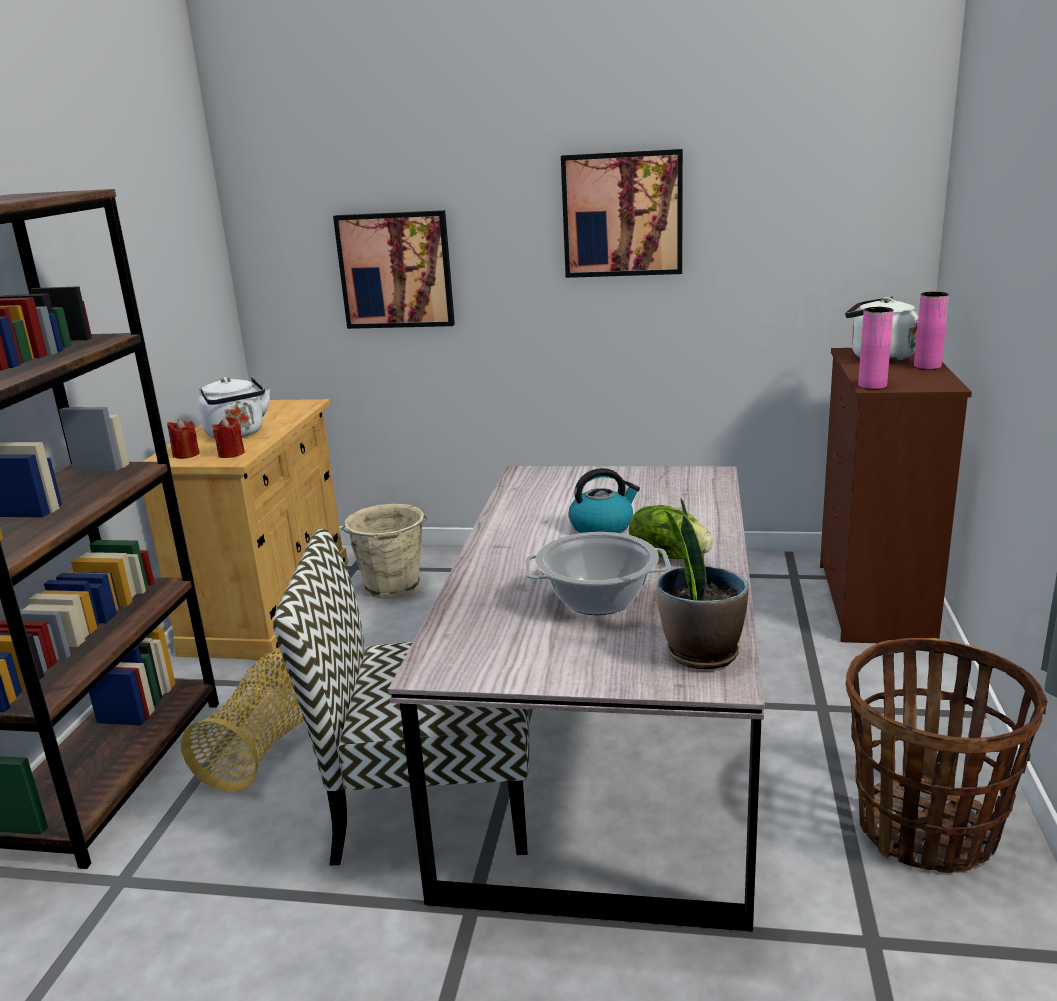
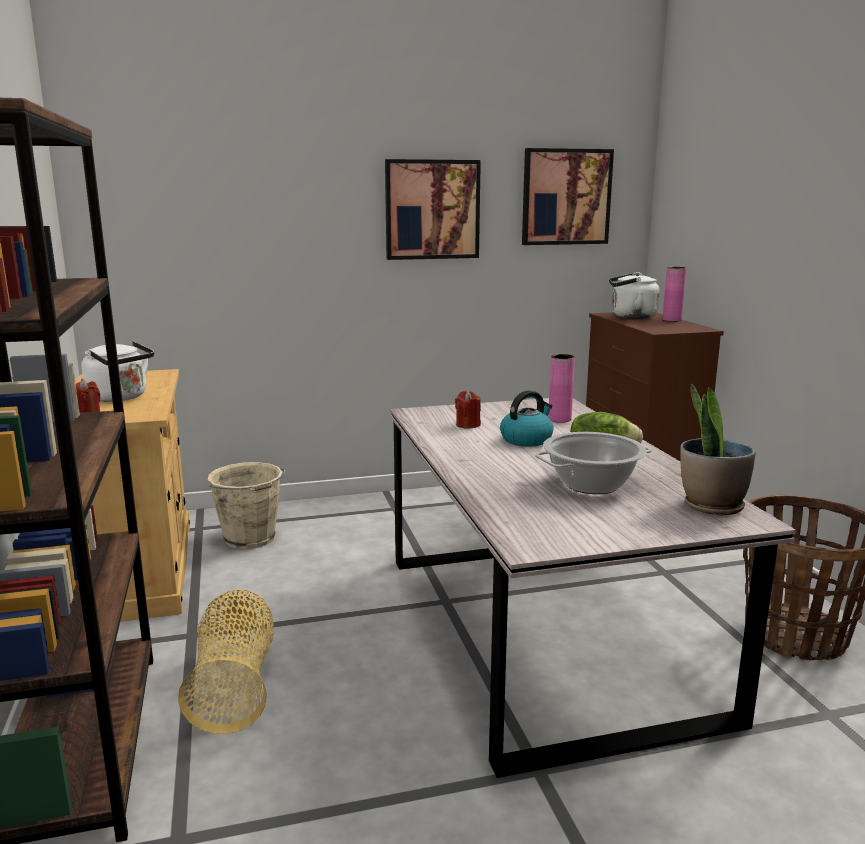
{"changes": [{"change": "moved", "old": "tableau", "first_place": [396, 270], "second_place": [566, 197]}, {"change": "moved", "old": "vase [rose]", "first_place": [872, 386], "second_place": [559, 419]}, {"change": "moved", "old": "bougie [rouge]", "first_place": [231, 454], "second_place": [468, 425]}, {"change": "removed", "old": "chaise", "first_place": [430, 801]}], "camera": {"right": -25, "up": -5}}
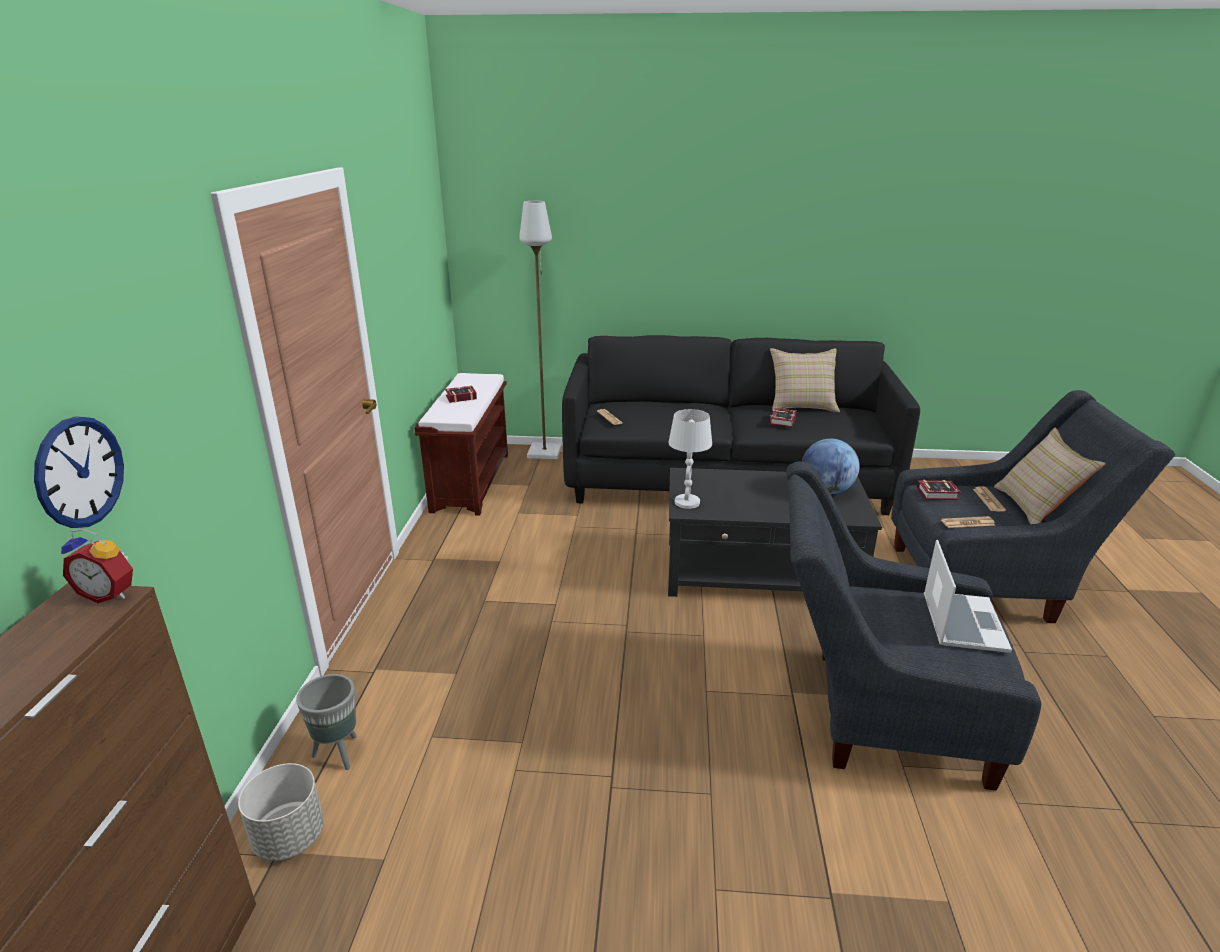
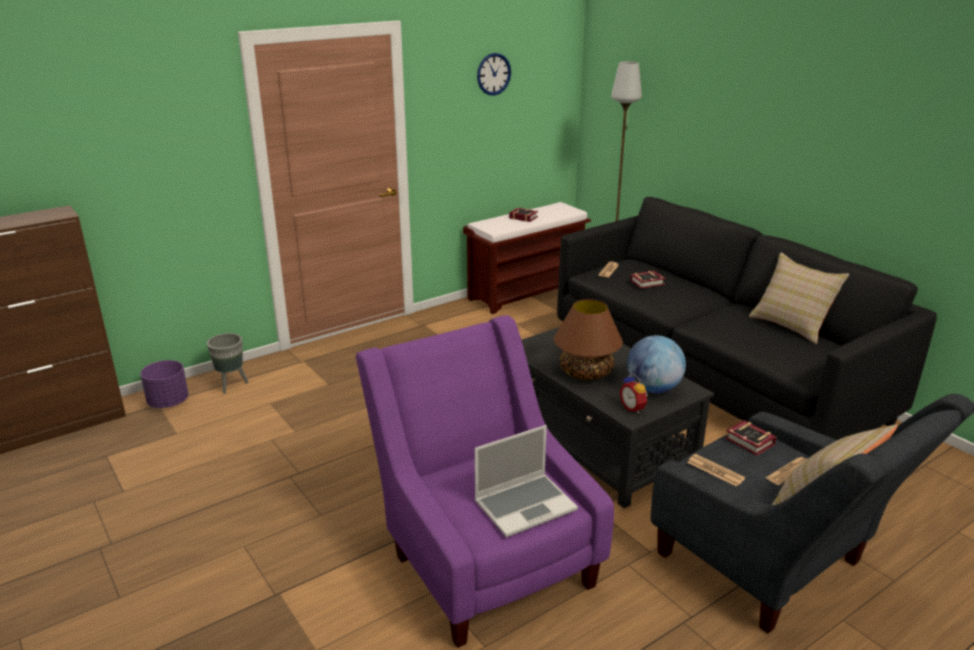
{"changes": [{"change": "moved", "old": "livre", "first_place": [784, 420], "second_place": [649, 283]}, {"change": "removed", "old": "lampe de table [blanc]", "first_place": [687, 502]}, {"change": "moved", "old": "horloge murale", "first_place": [80, 472], "second_place": [493, 74]}, {"change": "recoloured", "old": "fauteuil [gris]", "new": "fauteuil [violet]", "first_place": [874, 711], "second_place": [483, 557]}, {"change": "moved", "old": "réveil", "first_place": [110, 594], "second_place": [633, 408]}, {"change": "recoloured", "old": "cache-pot [gris]", "new": "cache-pot [violet]", "first_place": [289, 838], "second_place": [168, 403]}, {"change": "added", "new": "lampe de table [marron]", "second_place": [586, 372]}], "camera": {"right": 50, "up": 0}}
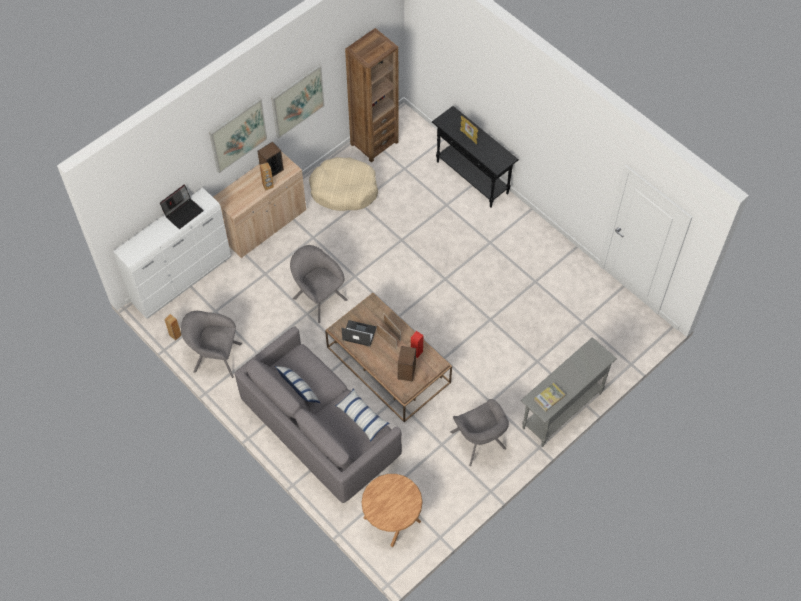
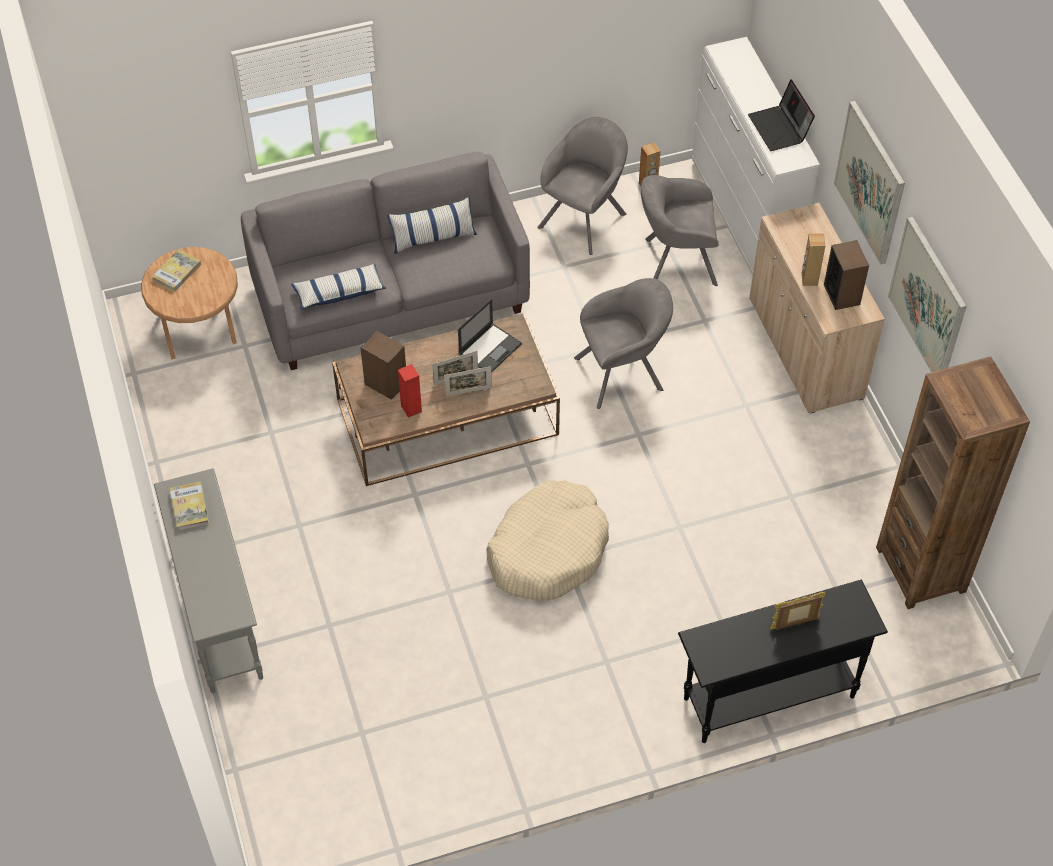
{"changes": [{"change": "moved", "old": "panier pour chien [beige]", "first_place": [344, 190], "second_place": [548, 550]}, {"change": "moved", "old": "fauteuil [gris]", "first_place": [479, 442], "second_place": [676, 261]}, {"change": "added", "new": "livre", "second_place": [177, 272]}], "camera": {"right": 115, "up": -5}}
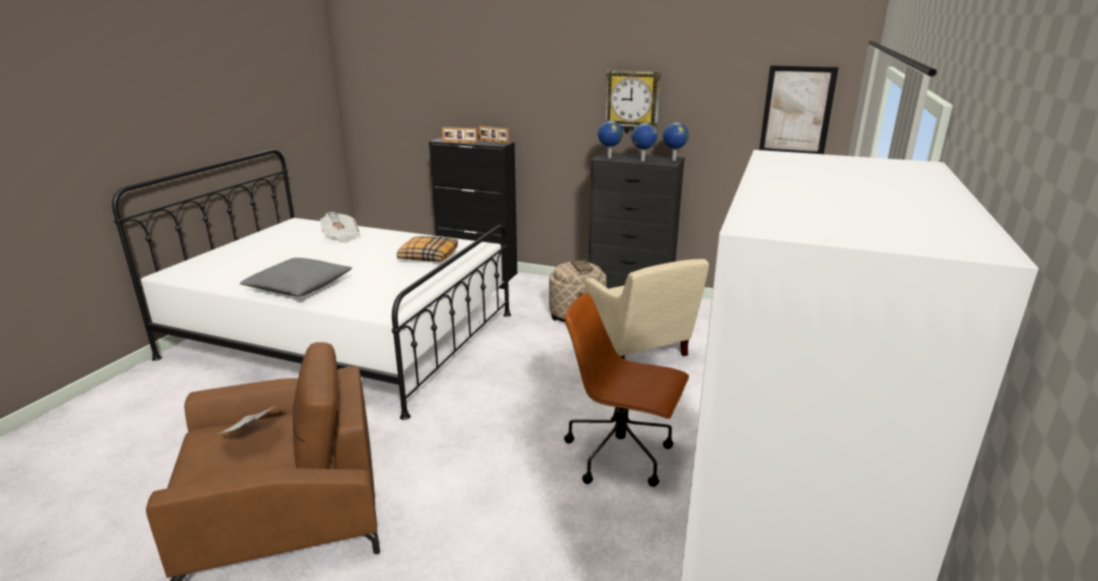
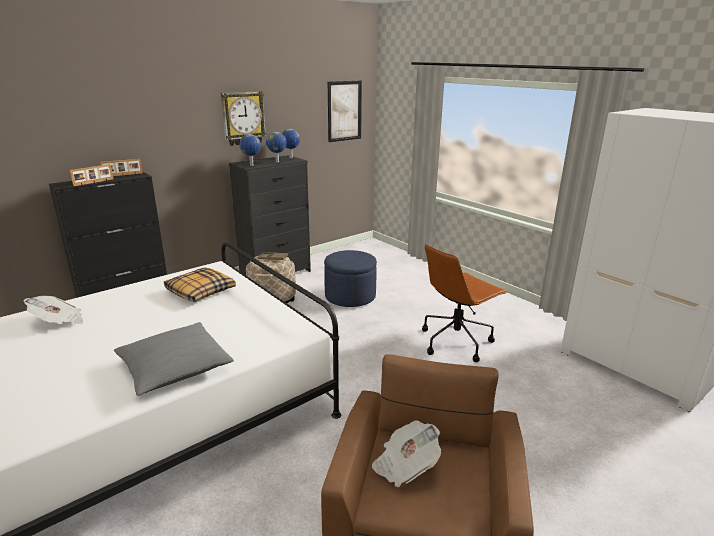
{"changes": [{"change": "replaced", "old": "fauteuil [beige]", "new": "pouf [bleu]", "first_place": [638, 352], "second_place": [350, 296]}], "camera": {"right": -60, "up": 0}}
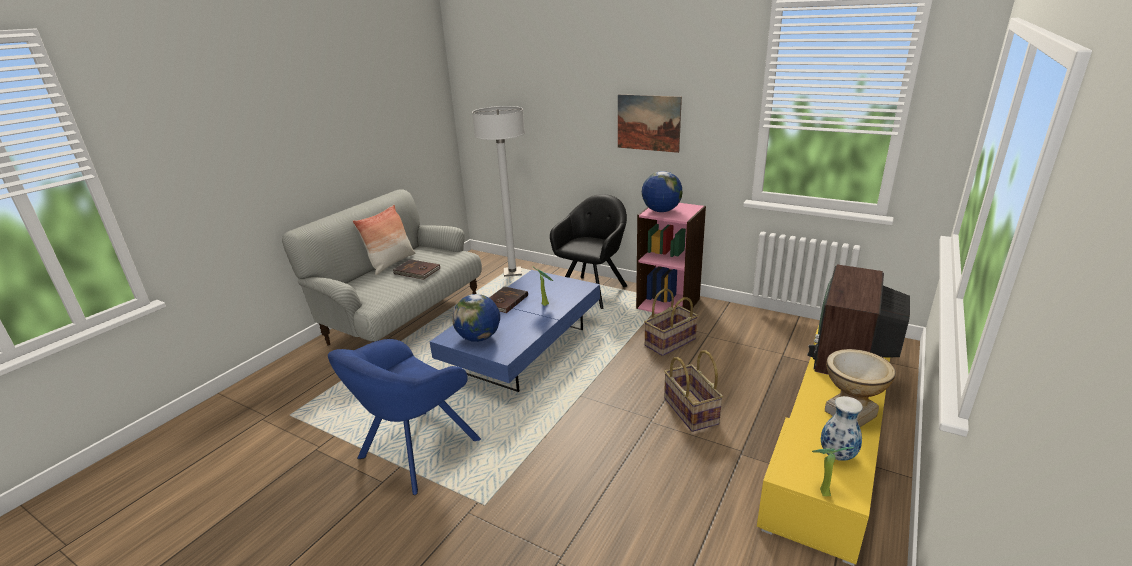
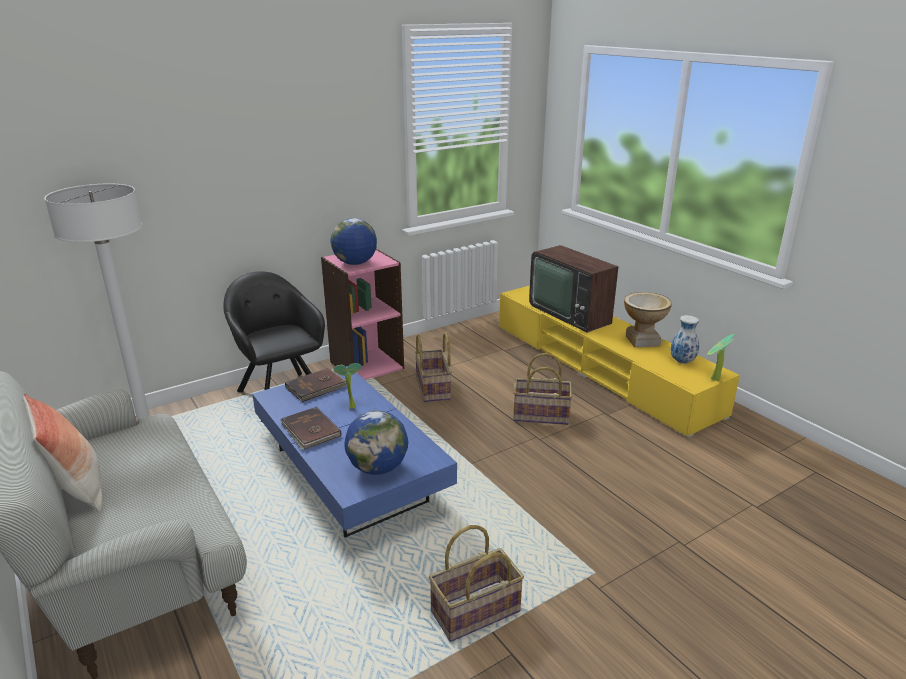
{"changes": [{"change": "removed", "old": "tableau", "first_place": [648, 123]}, {"change": "moved", "old": "livre [marron]", "first_place": [417, 271], "second_place": [316, 387]}, {"change": "replaced", "old": "fauteuil [bleu]", "new": "panier", "first_place": [414, 452], "second_place": [475, 613]}], "camera": {"right": -65, "up": 0}}
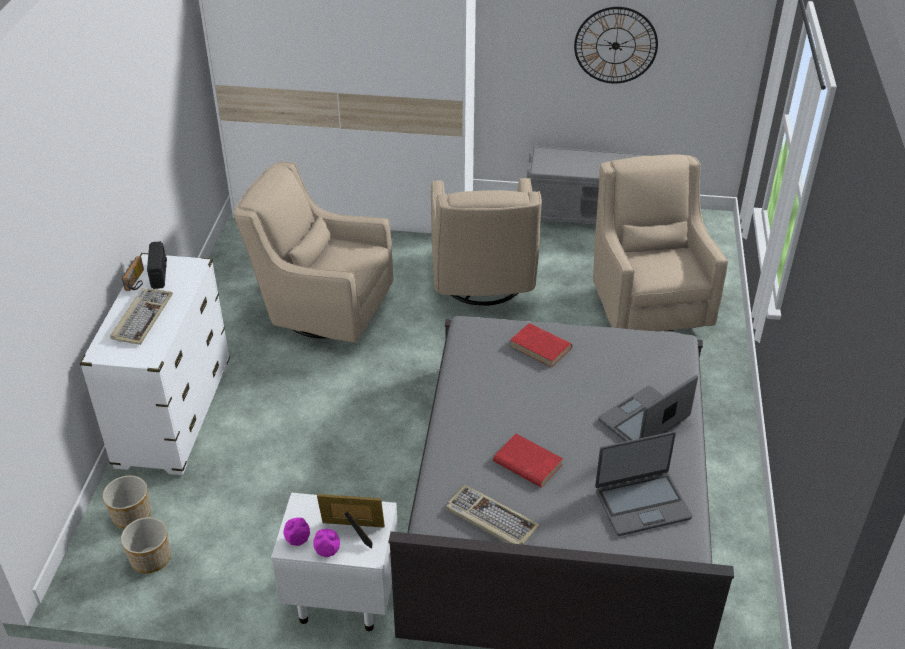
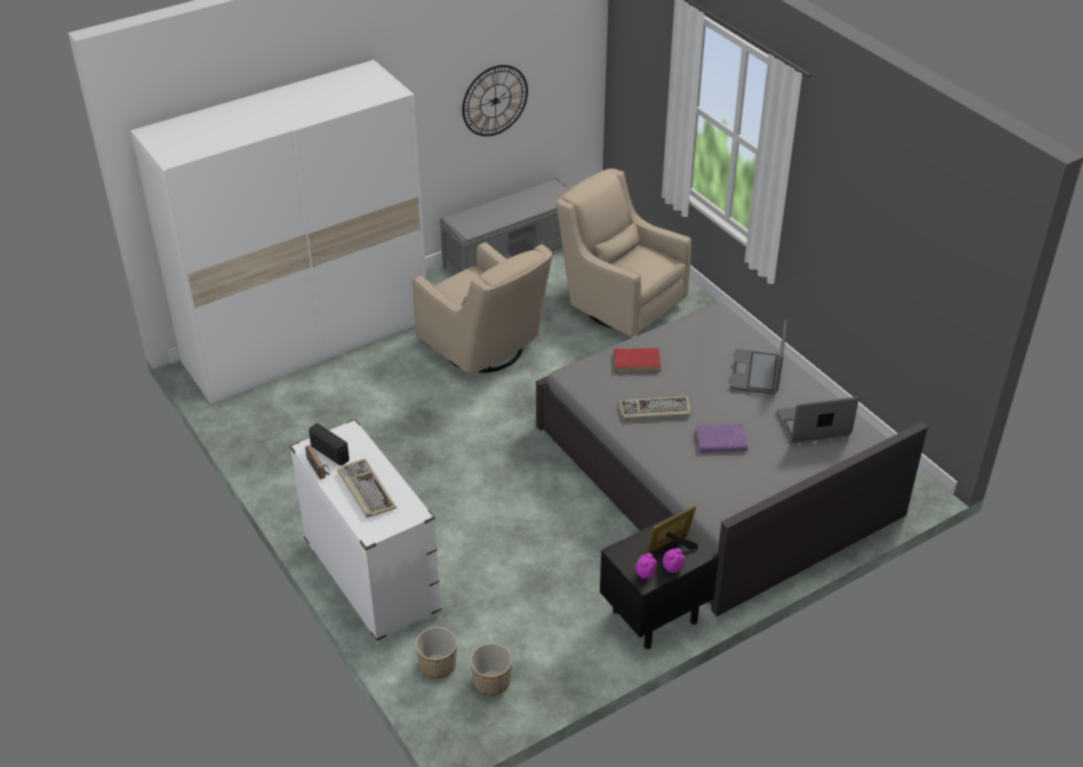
{"changes": [{"change": "removed", "old": "fauteuil [beige]", "first_place": [322, 309]}, {"change": "turned", "old": "ordinateur portable", "first_place": [642, 504], "second_place": [813, 425], "degrees": -135}, {"change": "recoloured", "old": "livre [rouge]", "new": "livre [violet]", "first_place": [527, 463], "second_place": [720, 441]}, {"change": "moved", "old": "clavier", "first_place": [490, 519], "second_place": [654, 410]}, {"change": "recoloured", "old": "table de chevet [blanc]", "new": "table de chevet [noir]", "first_place": [341, 597], "second_place": [653, 617]}], "camera": {"right": -40, "up": 0}}
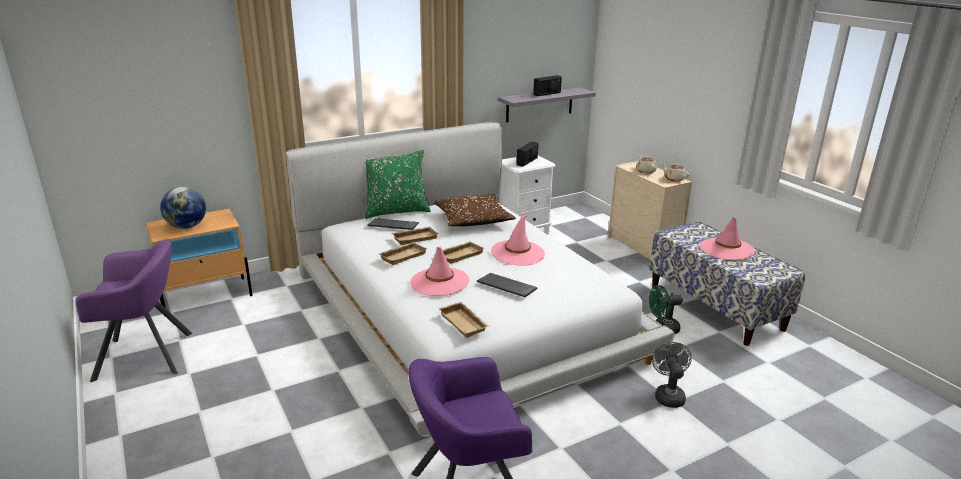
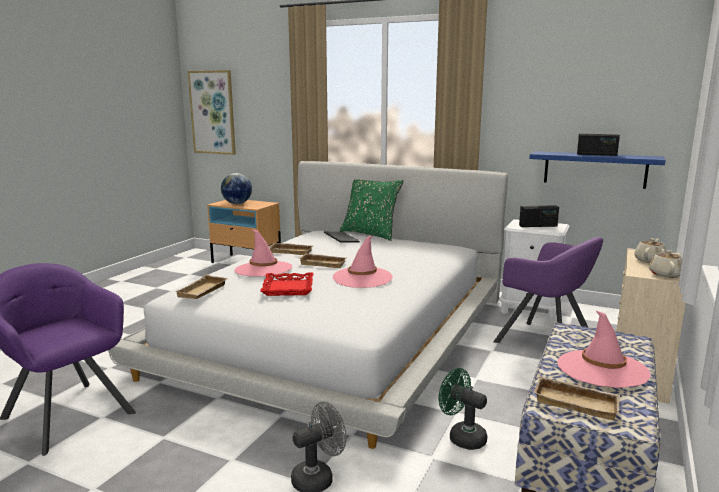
{"changes": [{"change": "recoloured", "old": "étagère [gris]", "new": "étagère [bleu]", "first_place": [539, 104], "second_place": [594, 169]}, {"change": "removed", "old": "coussin [marron]", "first_place": [472, 220]}, {"change": "moved", "old": "plateau [beige]", "first_place": [415, 238], "second_place": [577, 402]}, {"change": "moved", "old": "fauteuil [violet]", "first_place": [145, 356], "second_place": [545, 343]}, {"change": "replaced", "old": "clavier", "new": "plateau [rouge]", "first_place": [505, 286], "second_place": [287, 288]}, {"change": "added", "new": "tableau", "second_place": [212, 112]}], "camera": {"right": 55, "up": -10}}
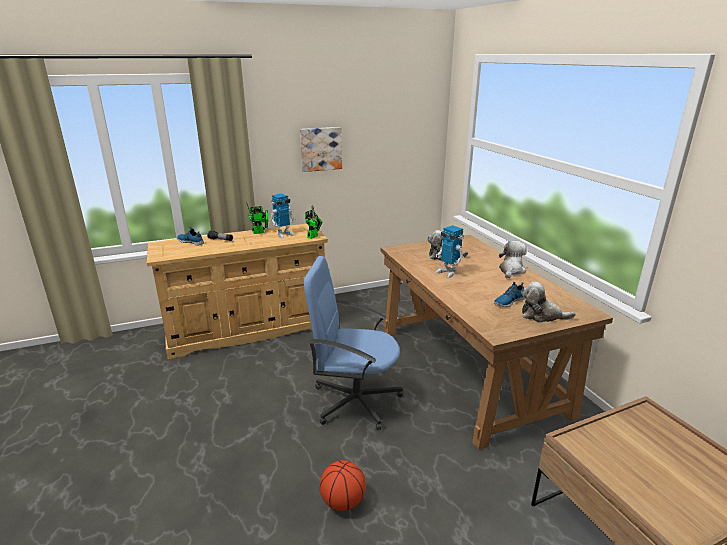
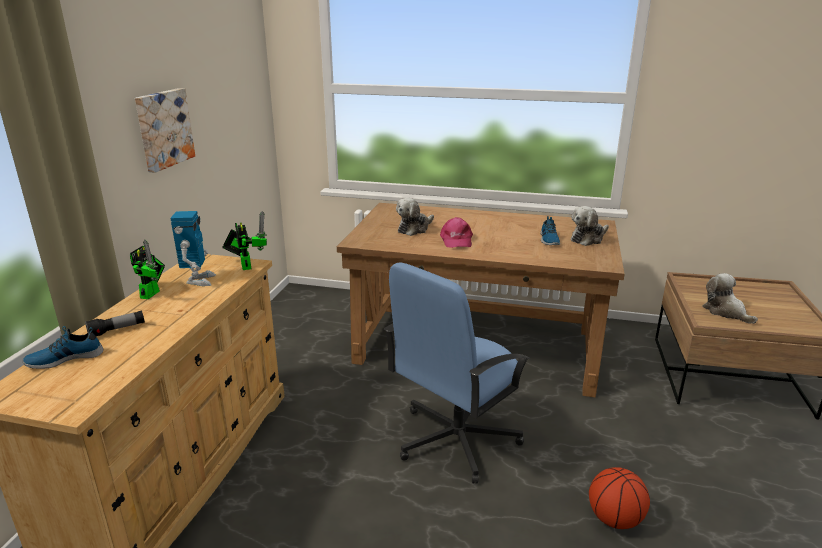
{"changes": [{"change": "replaced", "old": "robot jouet", "new": "casquette [rose]", "first_place": [448, 273], "second_place": [456, 240]}, {"change": "moved", "old": "peluche", "first_place": [511, 270], "second_place": [725, 312]}], "camera": {"right": -55, "up": 0}}
